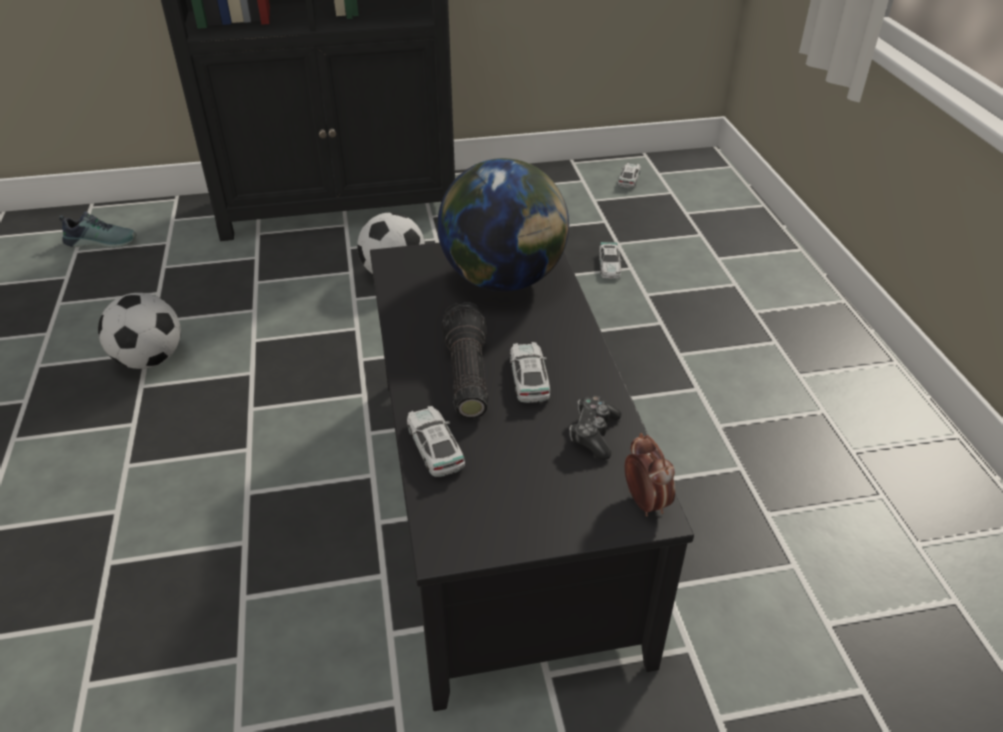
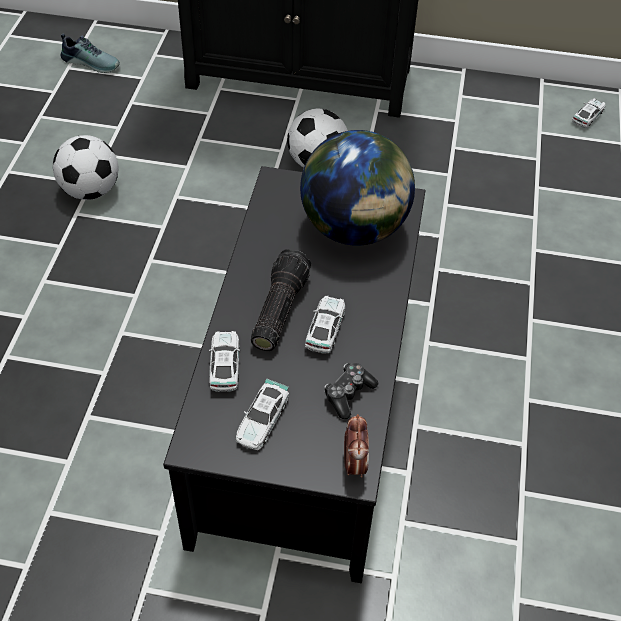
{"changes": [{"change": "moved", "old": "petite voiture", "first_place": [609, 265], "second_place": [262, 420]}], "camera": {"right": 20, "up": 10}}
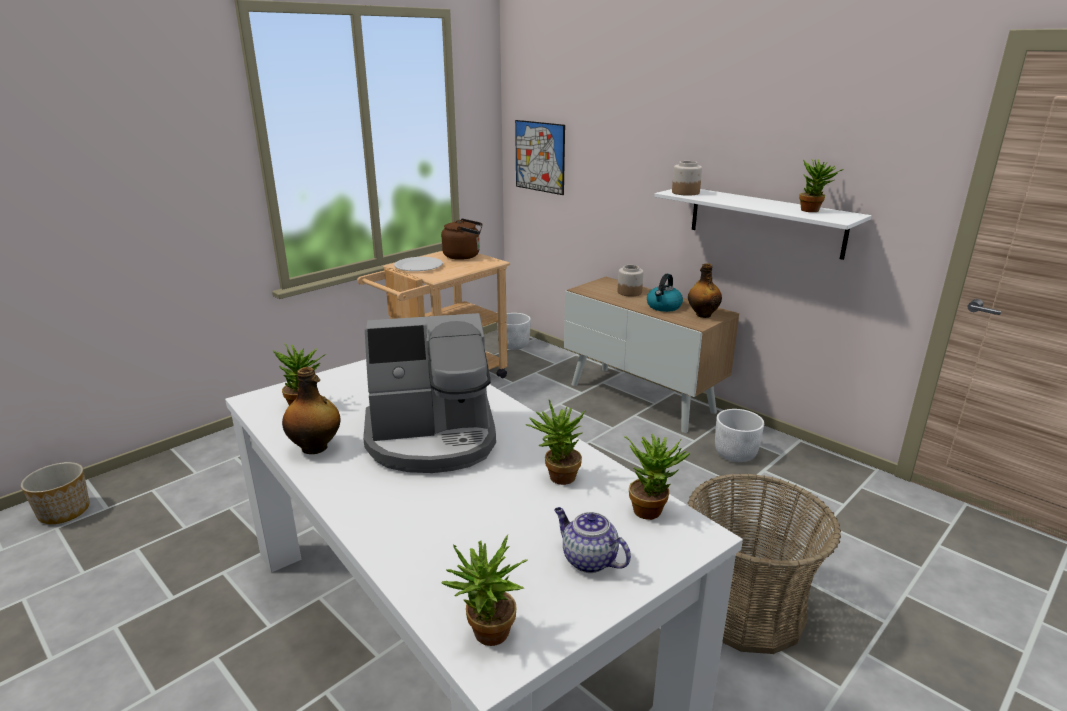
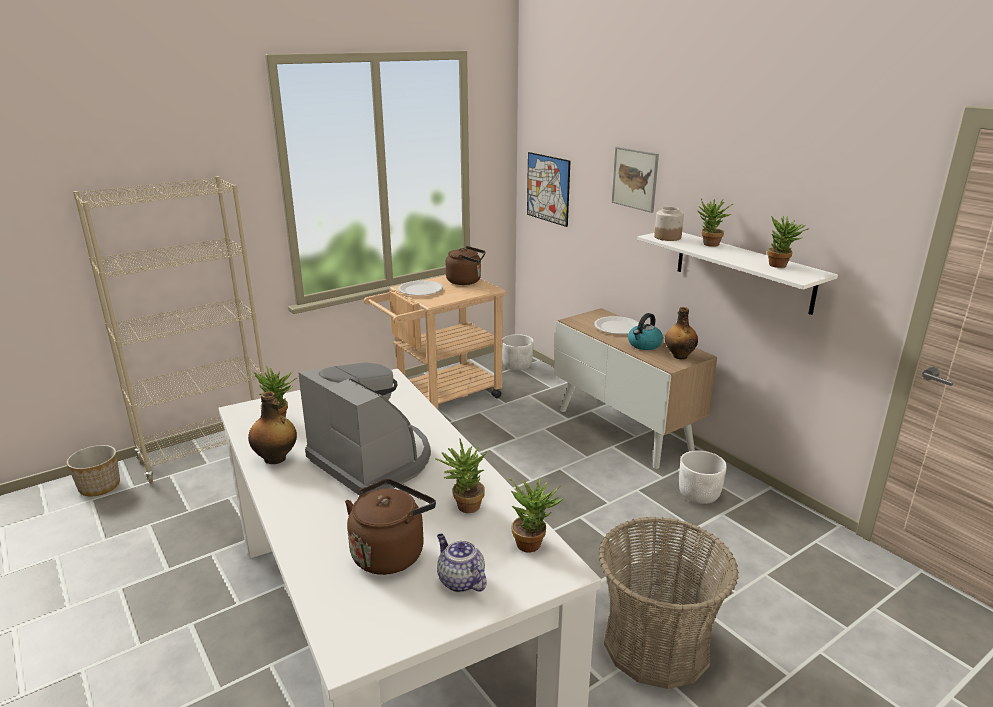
{"changes": [{"change": "replaced", "old": "bocal", "new": "assiette [blanc]", "first_place": [629, 292], "second_place": [617, 327]}, {"change": "turned", "old": "machine à café", "first_place": [432, 439], "second_place": [373, 460], "degrees": -135}, {"change": "moved", "old": "plante en pot", "first_place": [486, 637], "second_place": [709, 245]}, {"change": "added", "new": "tableau", "second_place": [635, 179]}, {"change": "added", "new": "bibliothèque [beige]", "second_place": [208, 453]}, {"change": "added", "new": "bouilloire [marron]", "second_place": [390, 552]}], "camera": {"right": 10, "up": 0}}
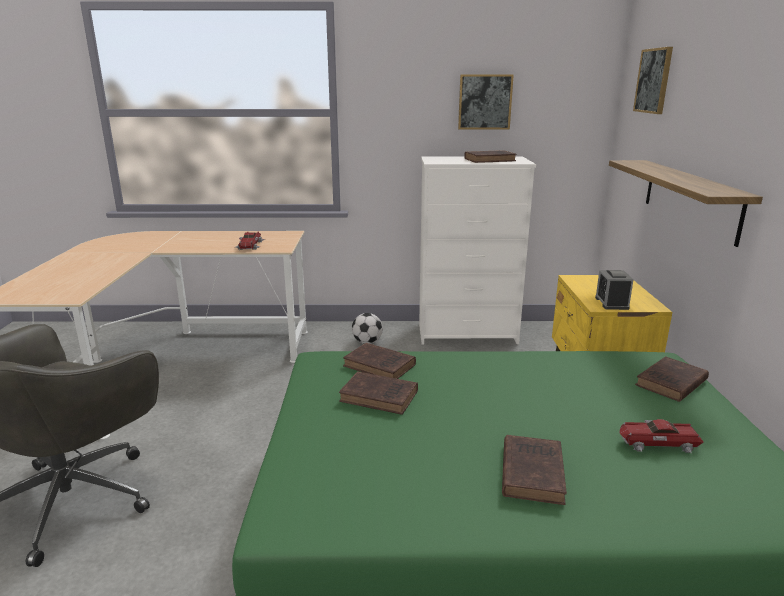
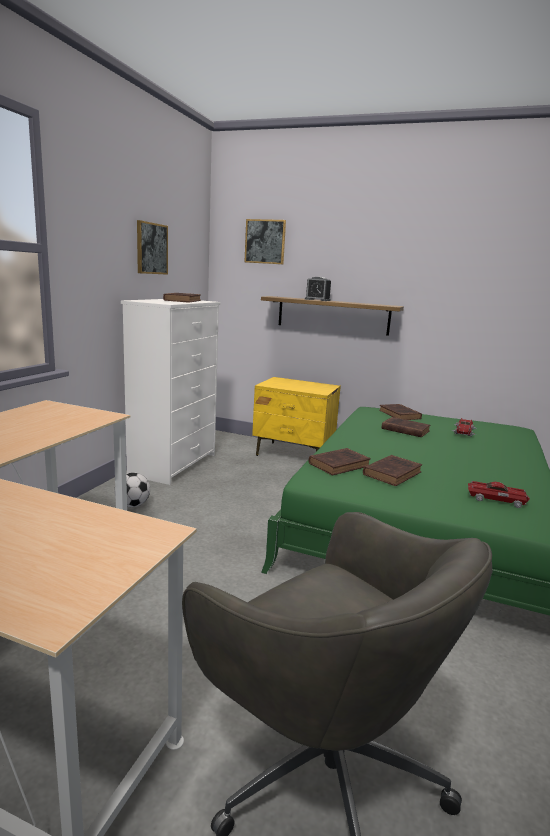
{"changes": [{"change": "moved", "old": "petite voiture", "first_place": [250, 245], "second_place": [496, 499]}, {"change": "moved", "old": "réveil", "first_place": [611, 303], "second_place": [317, 300]}, {"change": "moved", "old": "livre [marron]", "first_place": [532, 471], "second_place": [404, 430]}], "camera": {"right": -70, "up": -5}}
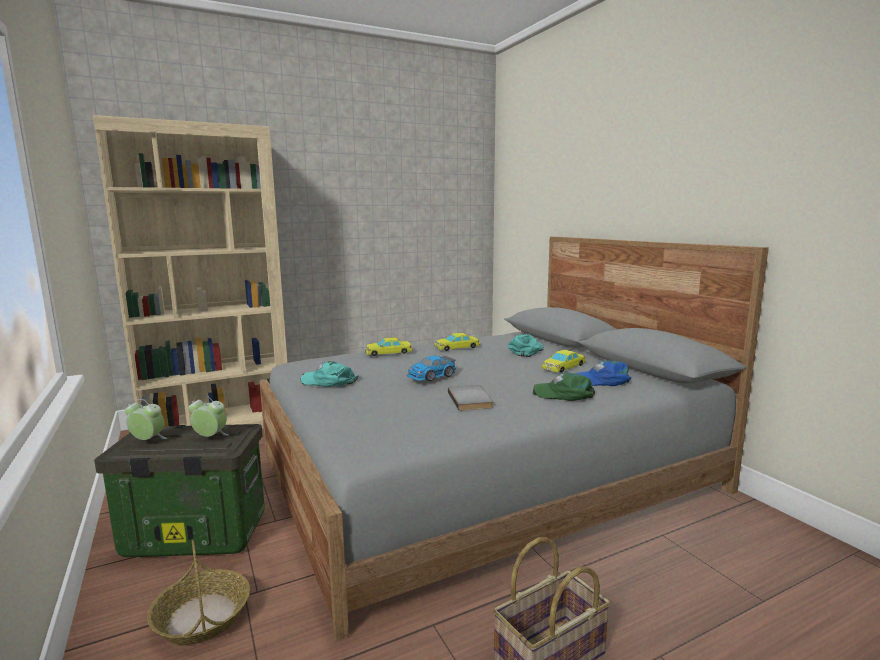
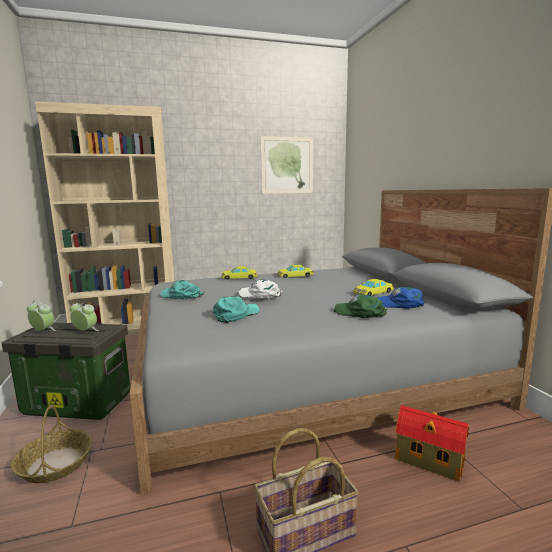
{"changes": [{"change": "moved", "old": "casquette [turquoise]", "first_place": [526, 350], "second_place": [236, 314]}, {"change": "replaced", "old": "petite voiture", "new": "casquette [blanc]", "first_place": [431, 376], "second_place": [260, 295]}, {"change": "removed", "old": "livre [gris]", "first_place": [471, 400]}, {"change": "added", "new": "tableau", "second_place": [287, 165]}, {"change": "added", "new": "maison miniature", "second_place": [427, 460]}], "camera": {"right": 10, "up": 0}}
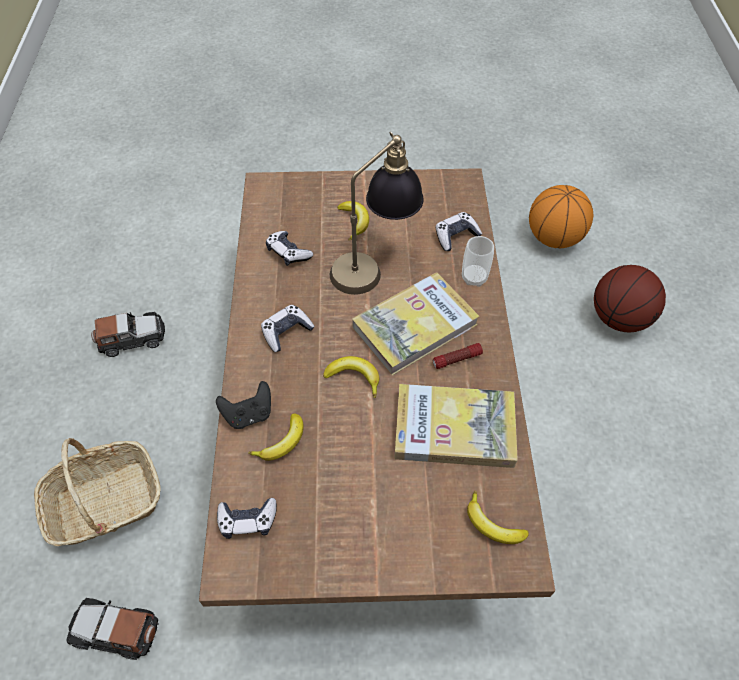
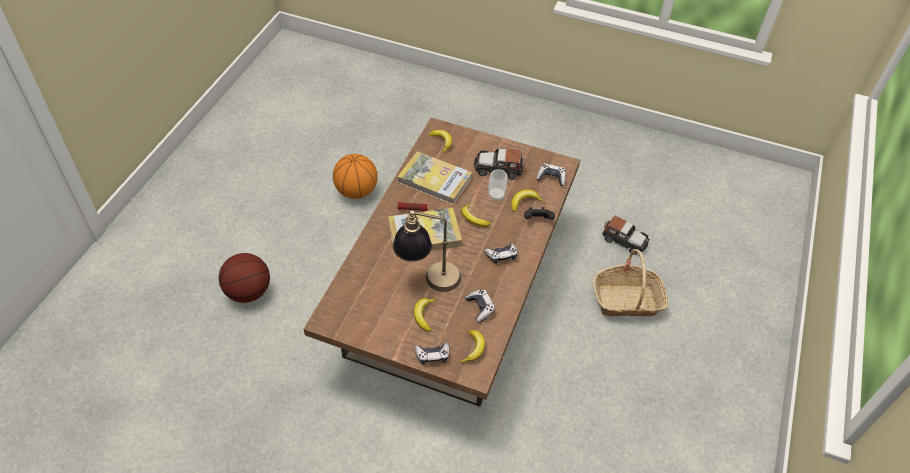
{"changes": [{"change": "moved", "old": "ballon de basket", "first_place": [554, 238], "second_place": [356, 191]}, {"change": "moved", "old": "manette", "first_place": [456, 236], "second_place": [432, 355]}, {"change": "moved", "old": "tasse", "first_place": [474, 278], "second_place": [496, 196]}, {"change": "moved", "old": "petite voiture", "first_place": [132, 338], "second_place": [498, 168]}, {"change": "added", "new": "banane", "second_place": [473, 349]}], "camera": {"right": -160, "up": -5}}
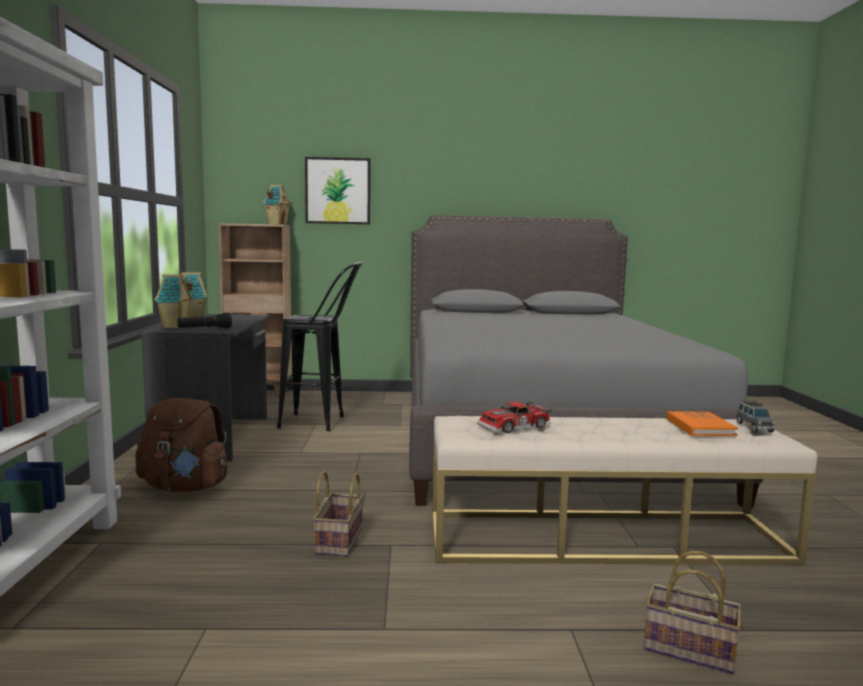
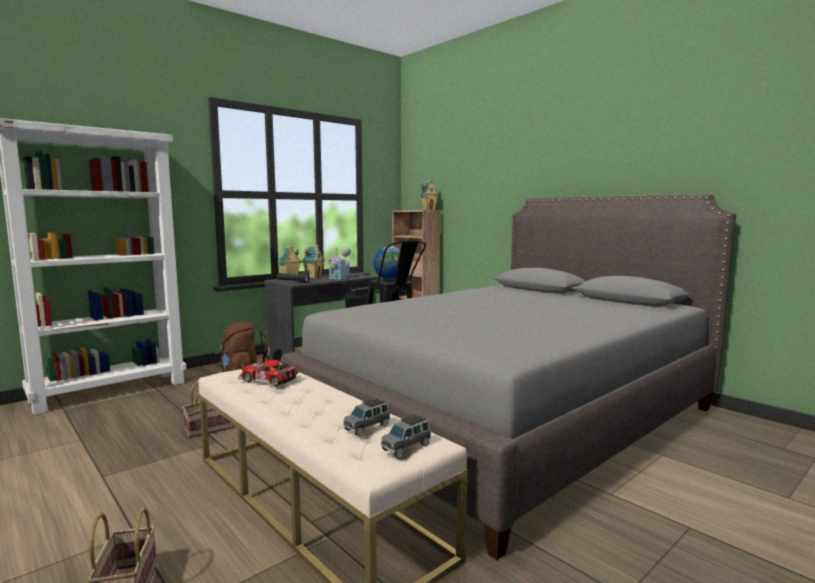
{"changes": [{"change": "removed", "old": "tableau", "first_place": [338, 191]}, {"change": "replaced", "old": "livre [orange]", "new": "petite voiture [gris]", "first_place": [700, 427], "second_place": [367, 427]}, {"change": "added", "new": "maison miniature", "second_place": [340, 277]}, {"change": "added", "new": "globe", "second_place": [390, 279]}], "camera": {"right": 50, "up": 0}}
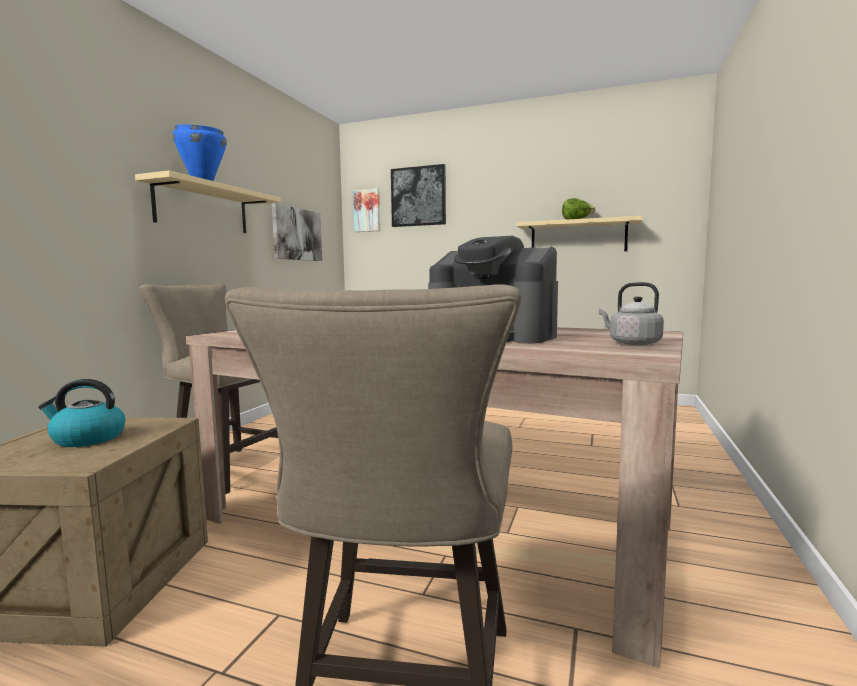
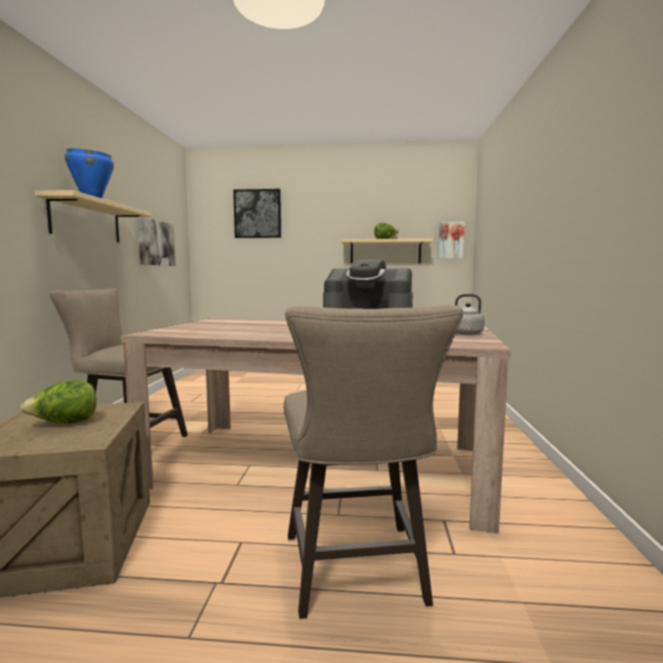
{"changes": [{"change": "moved", "old": "tableau", "first_place": [367, 210], "second_place": [451, 240]}, {"change": "replaced", "old": "bouilloire", "new": "laitue", "first_place": [87, 439], "second_place": [64, 423]}], "camera": {"right": -15, "up": 0}}
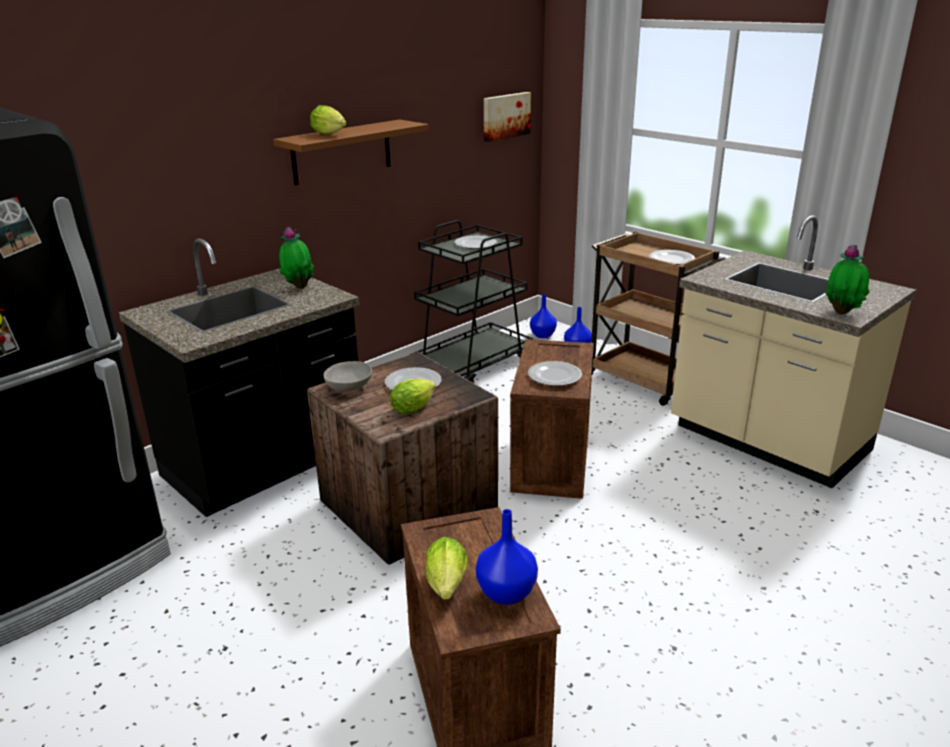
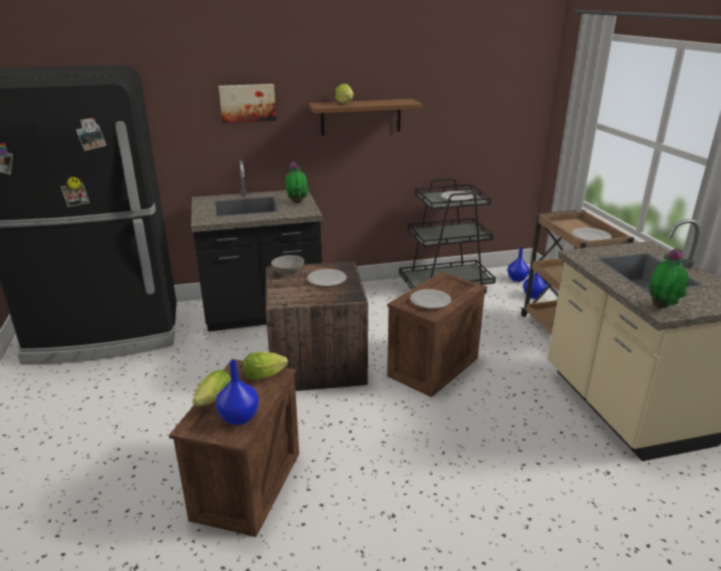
{"changes": [{"change": "moved", "old": "tableau", "first_place": [505, 116], "second_place": [247, 103]}, {"change": "moved", "old": "laitue", "first_place": [415, 408], "second_place": [266, 375]}], "camera": {"right": 30, "up": 0}}
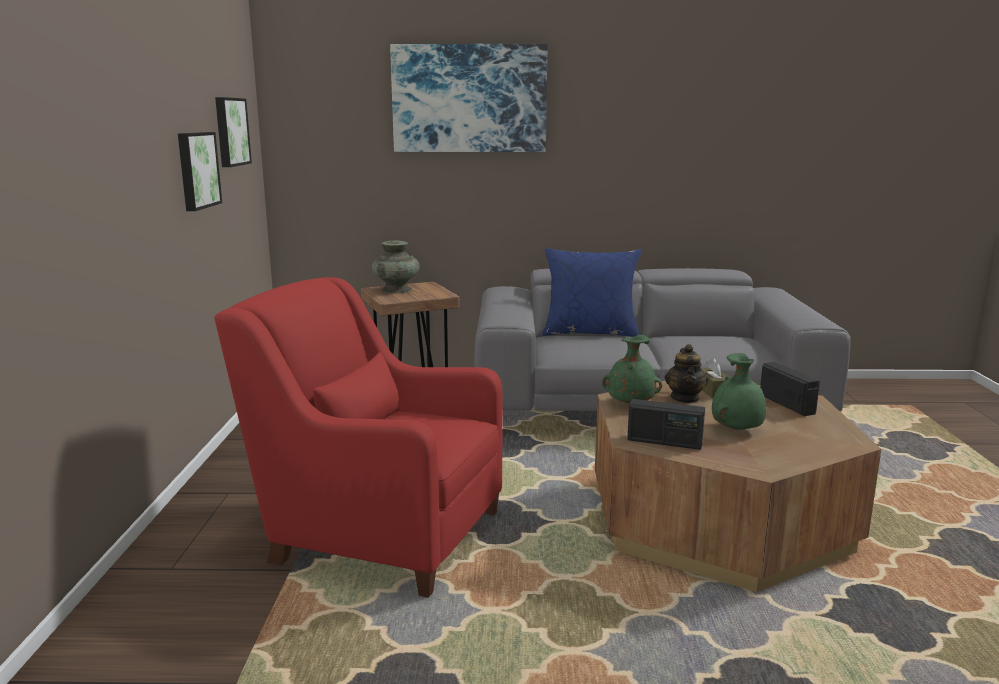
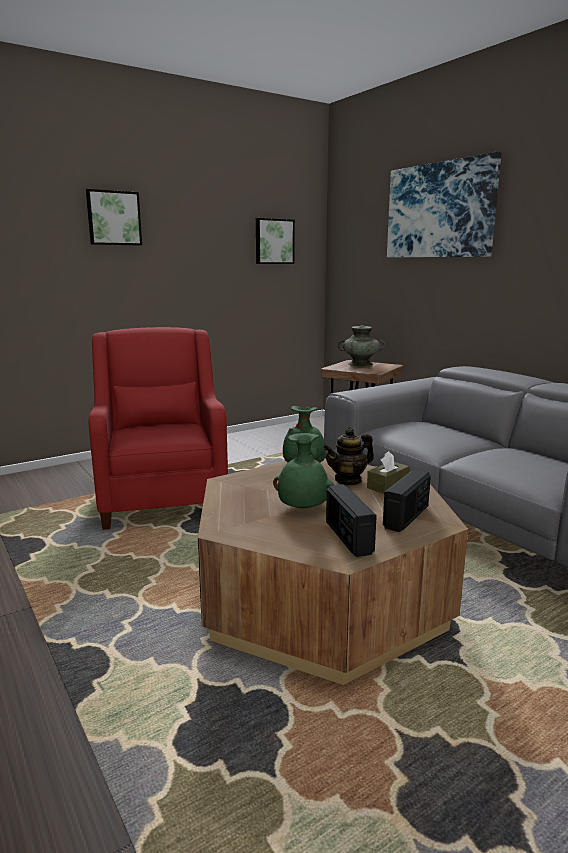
{"changes": [{"change": "moved", "old": "tableau", "first_place": [196, 170], "second_place": [113, 218]}, {"change": "removed", "old": "coussin [bleu]", "first_place": [590, 332]}, {"change": "moved", "old": "radio", "first_place": [664, 442], "second_place": [348, 537]}], "camera": {"right": 55, "up": 0}}
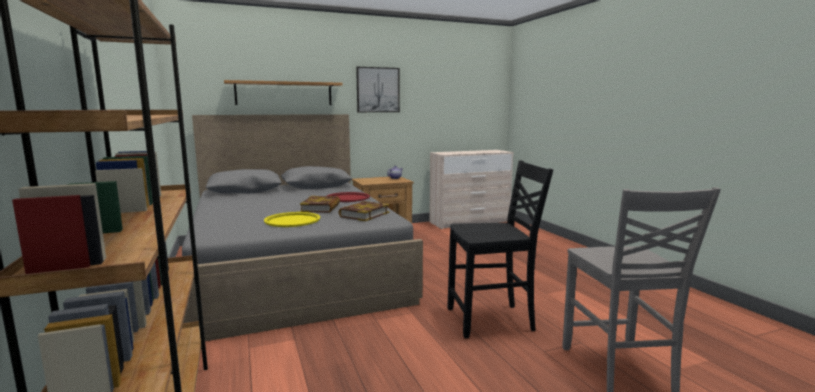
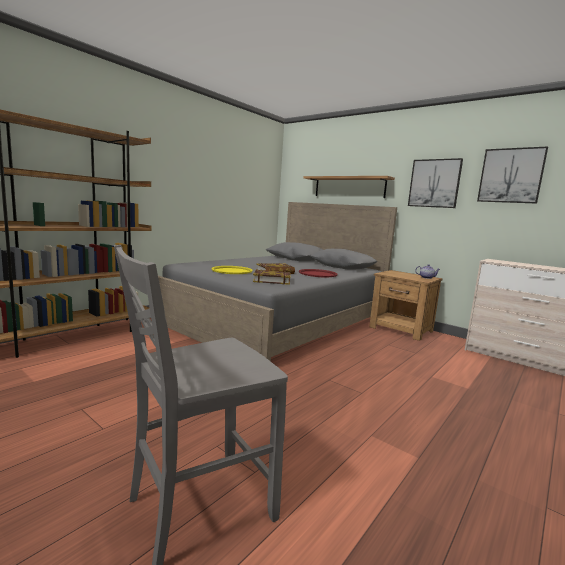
{"changes": [{"change": "removed", "old": "chaise [noir]", "first_place": [492, 320]}, {"change": "added", "new": "tableau", "second_place": [511, 175]}], "camera": {"right": 60, "up": 0}}
